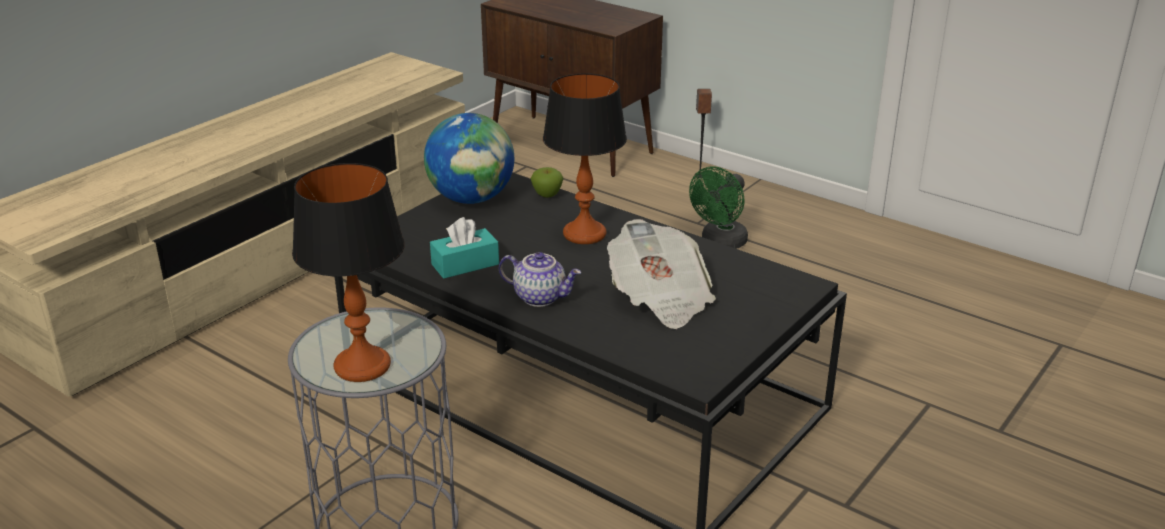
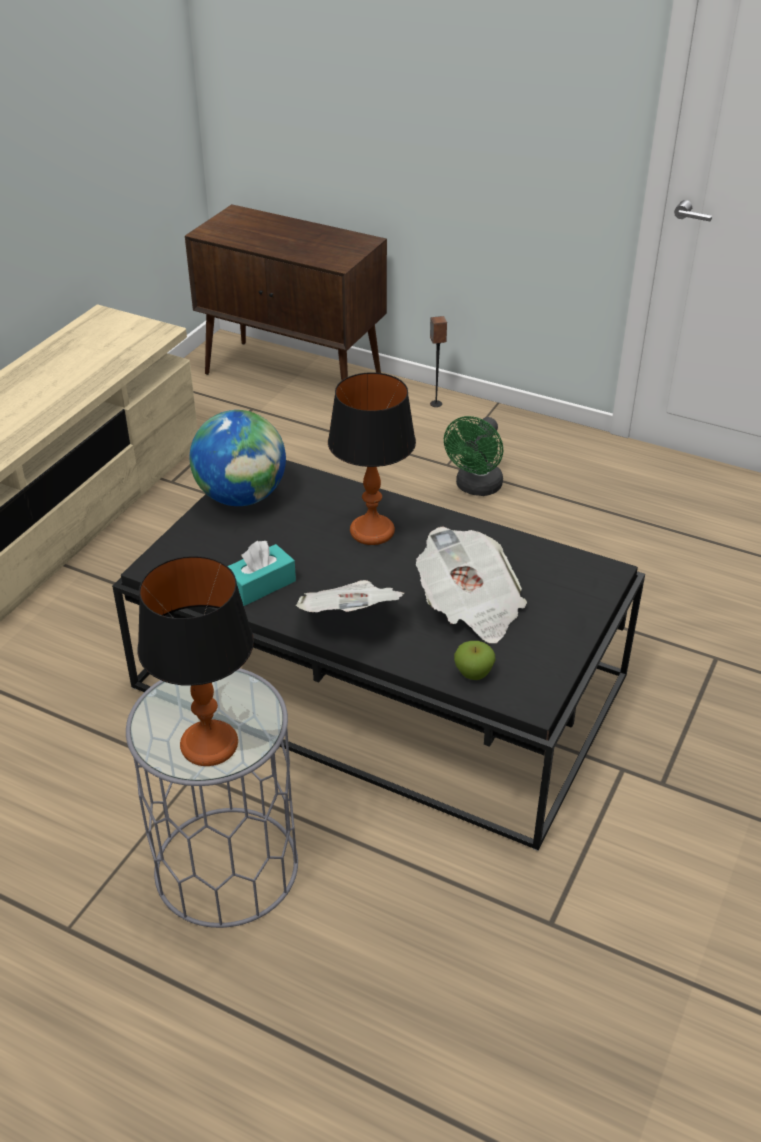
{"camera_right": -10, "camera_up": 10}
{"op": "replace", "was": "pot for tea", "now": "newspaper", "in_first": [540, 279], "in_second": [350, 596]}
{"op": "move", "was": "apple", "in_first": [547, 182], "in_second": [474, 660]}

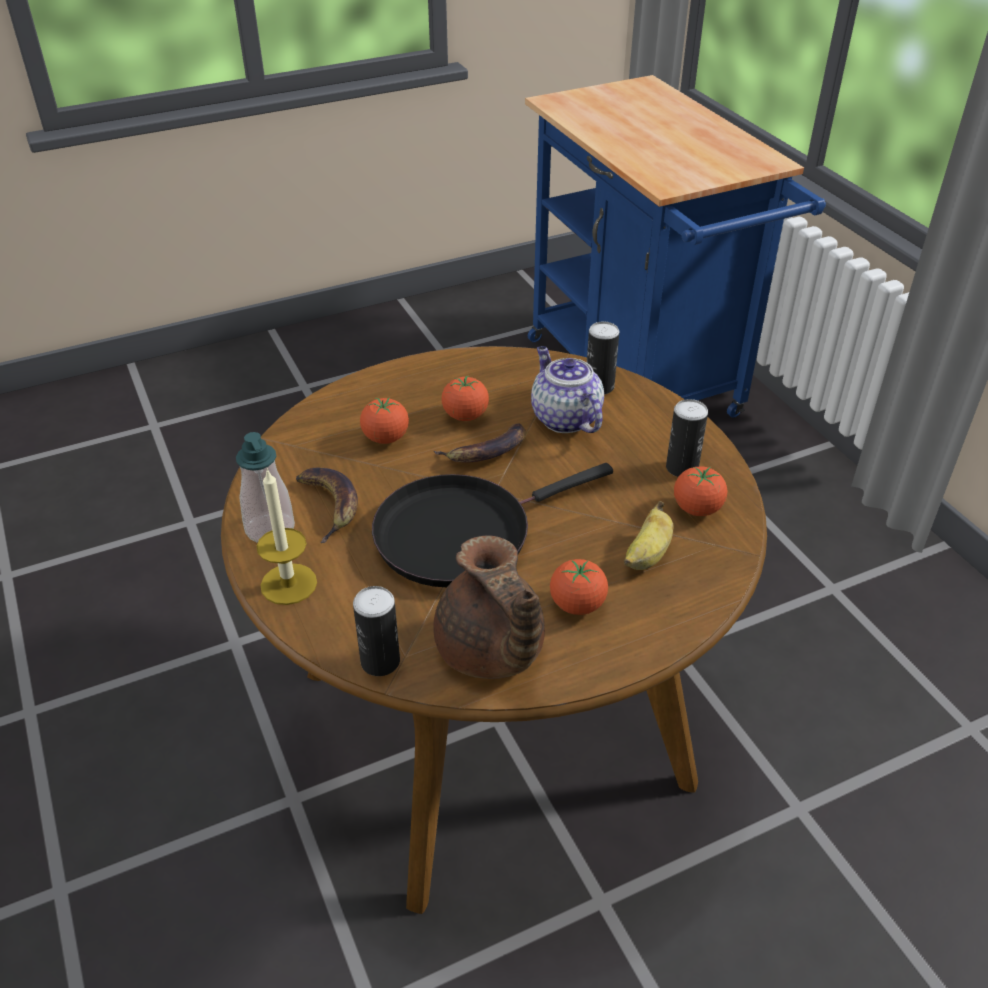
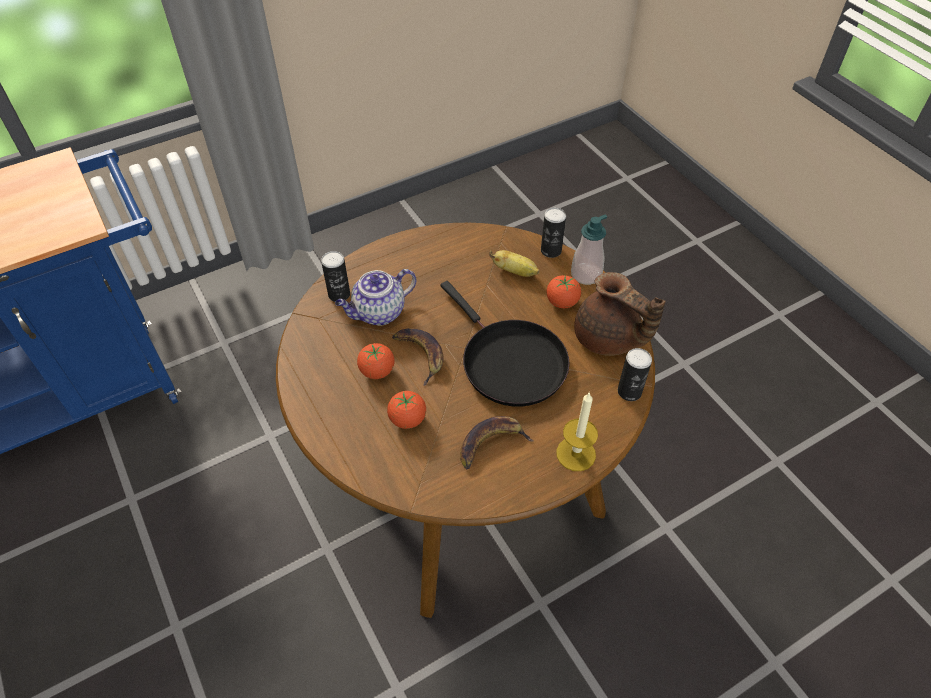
{"camera_right": -95, "camera_up": 10}
{"op": "move", "was": "metal can", "in_first": [687, 438], "in_second": [553, 233]}
{"op": "move", "was": "soap bottle", "in_first": [265, 487], "in_second": [589, 250]}
{"op": "rotate", "was": "brown pot for tea", "in_first": [489, 607], "in_second": [620, 314], "clockwise": 75}
{"op": "delete", "was": "tomato", "in_first": [700, 491]}

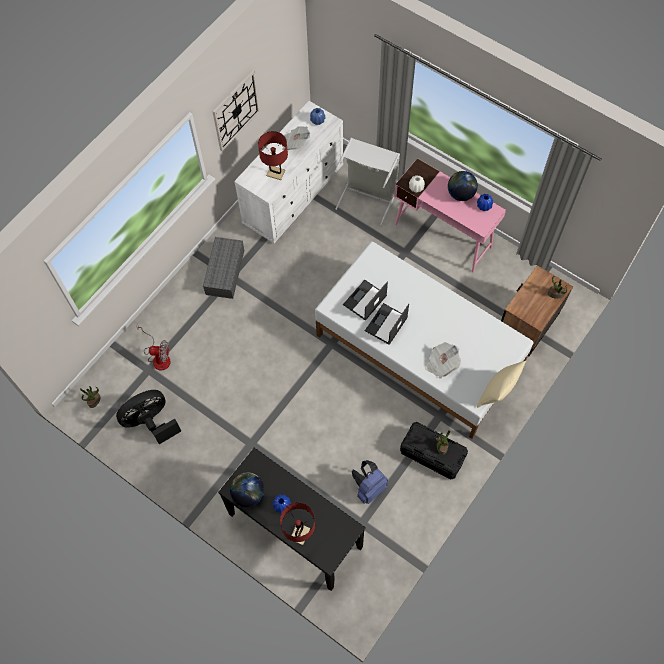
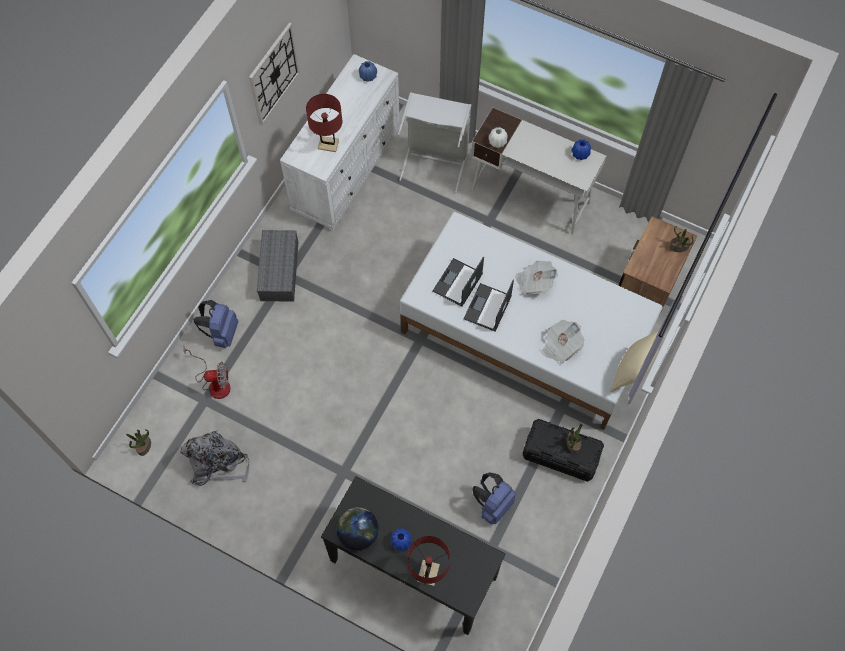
{"camera_right": -10, "camera_up": 0}
{"op": "replace", "was": "black-coloured fan", "now": "gray backpack", "in_first": [148, 417], "in_second": [214, 458]}
{"op": "insert", "now": "blue backpack", "in_second": [216, 324]}
{"op": "recolor", "was": "pink-coloured desk table", "now": "white-coloured desk table", "in_first": [450, 215], "in_second": [538, 171]}
{"op": "move", "was": "newspaper", "in_first": [296, 138], "in_second": [536, 277]}
{"op": "delete", "was": "globe", "in_first": [463, 186]}

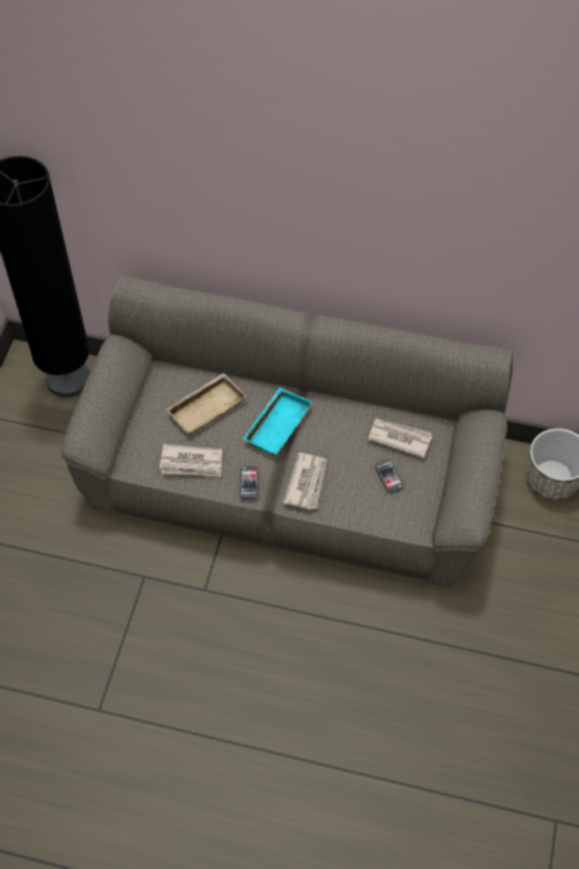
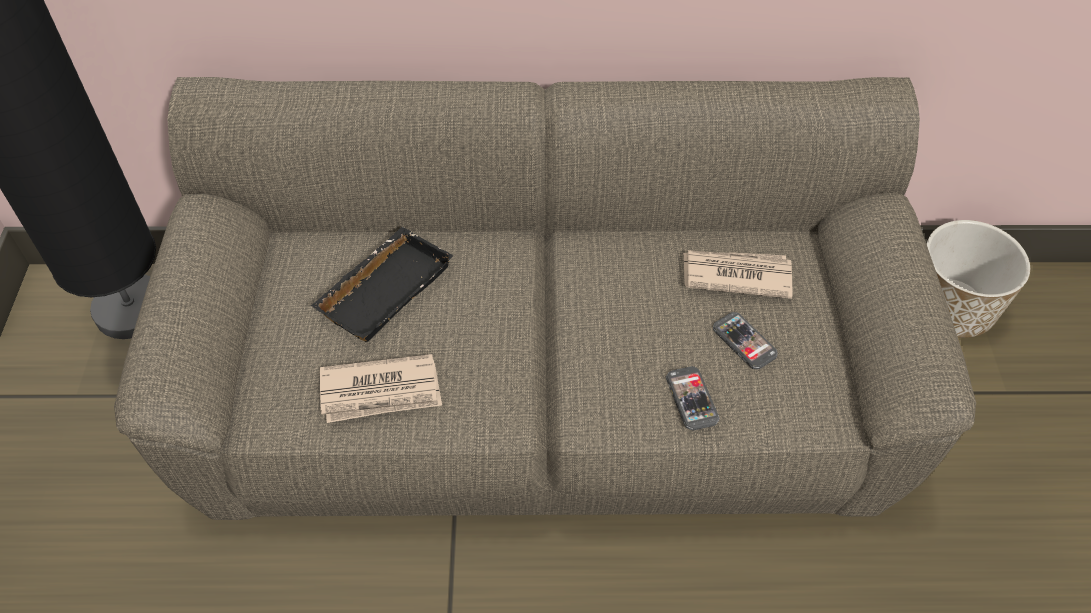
{"camera_right": -15, "camera_up": -5}
{"op": "recolor", "was": "beige tray", "now": "black-coloured tray", "in_first": [206, 404], "in_second": [382, 284]}
{"op": "move", "was": "telephone", "in_first": [249, 482], "in_second": [693, 398]}
{"op": "delete", "was": "turquoise tray", "in_first": [277, 421]}
{"op": "delete", "was": "newspaper", "in_first": [305, 481]}

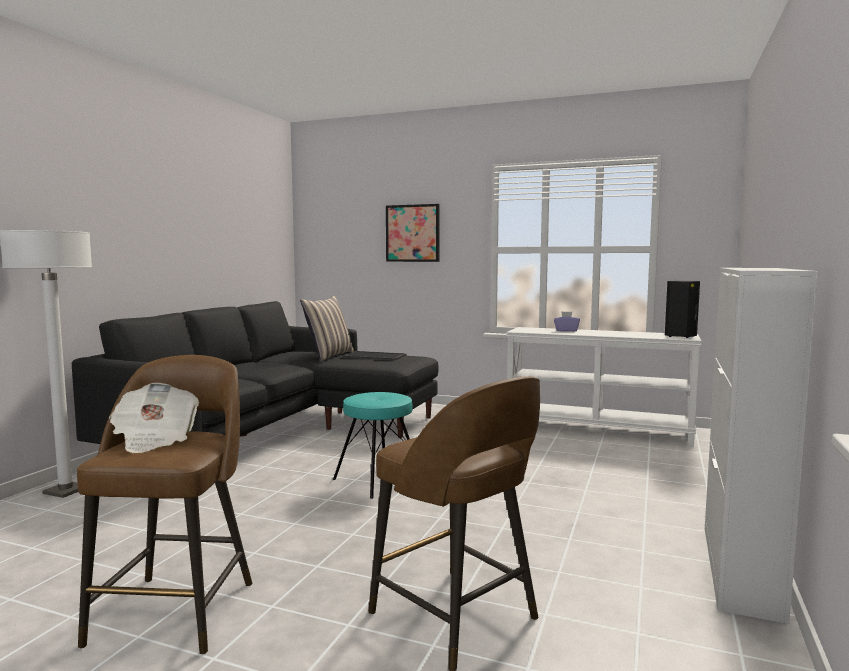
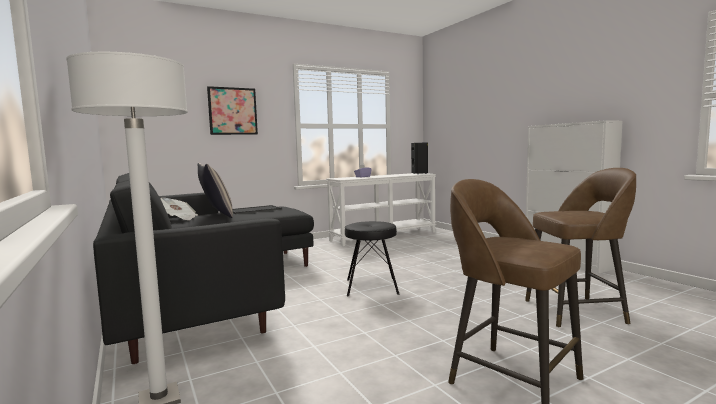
{"camera_right": -50, "camera_up": 0}
{"op": "move", "was": "newspaper", "in_first": [154, 418], "in_second": [179, 209]}
{"op": "recolor", "was": "turquoise sitting stool", "now": "black-coloured sitting stool", "in_first": [373, 445], "in_second": [372, 258]}

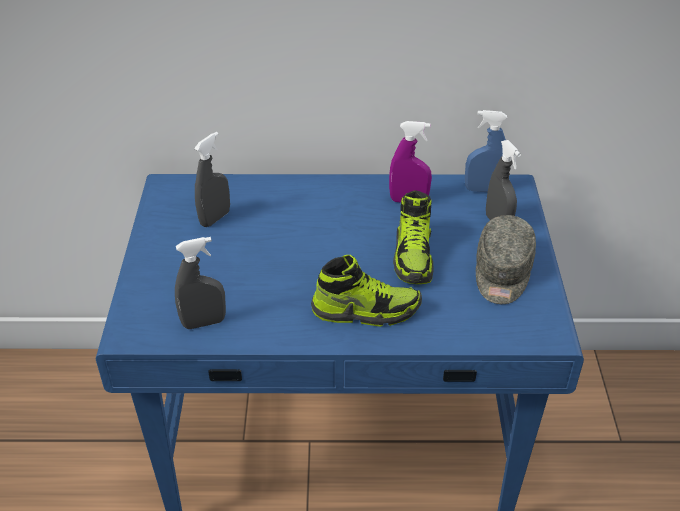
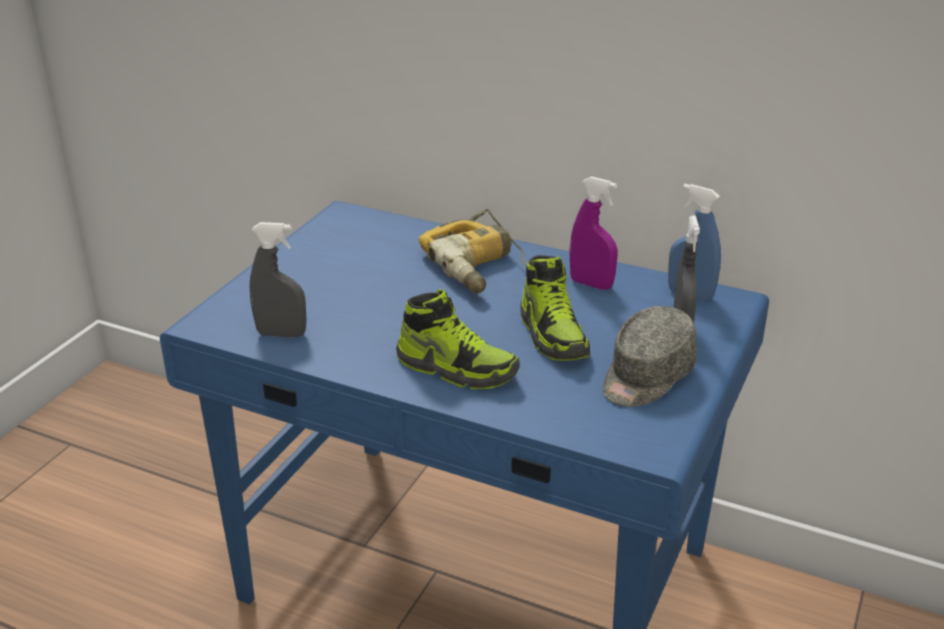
{"camera_right": 25, "camera_up": -10}
{"op": "insert", "now": "power drill", "in_second": [472, 251]}
{"op": "rotate", "was": "shoe", "in_first": [413, 237], "in_second": [555, 308], "clockwise": -45}
{"op": "delete", "was": "gray sprayer", "in_first": [212, 179]}

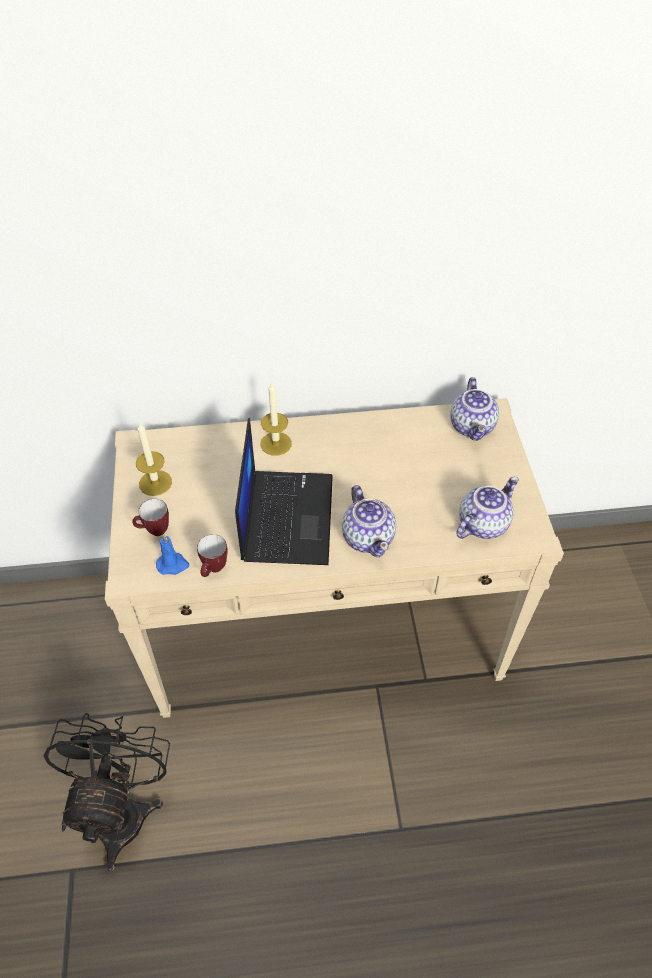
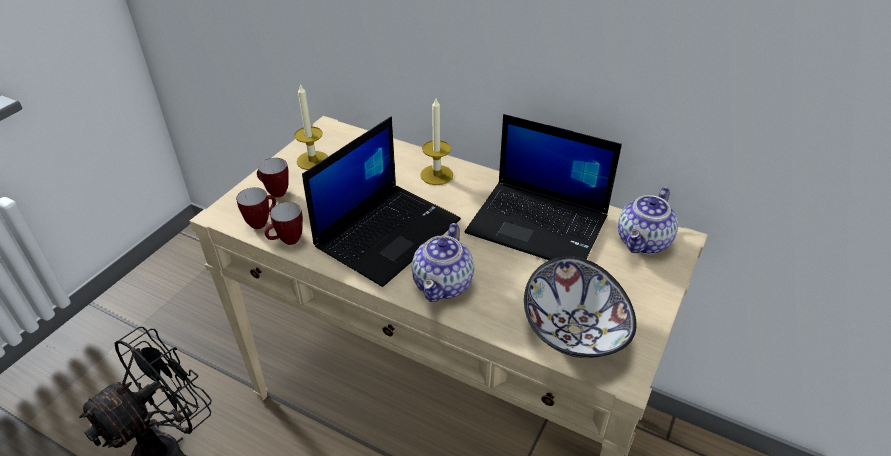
{"camera_right": 35, "camera_up": -10}
{"op": "replace", "was": "blue wax candle", "now": "mug", "in_first": [172, 554], "in_second": [256, 208]}
{"op": "insert", "now": "notebook computer", "in_second": [543, 187]}
{"op": "replace", "was": "pot for tea", "now": "serving bowl", "in_first": [487, 508], "in_second": [580, 307]}

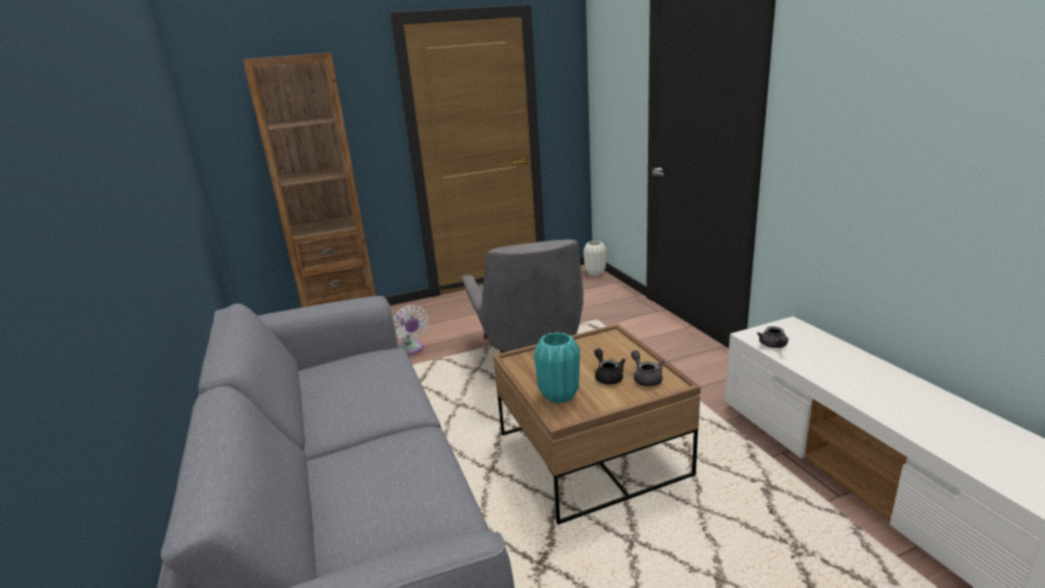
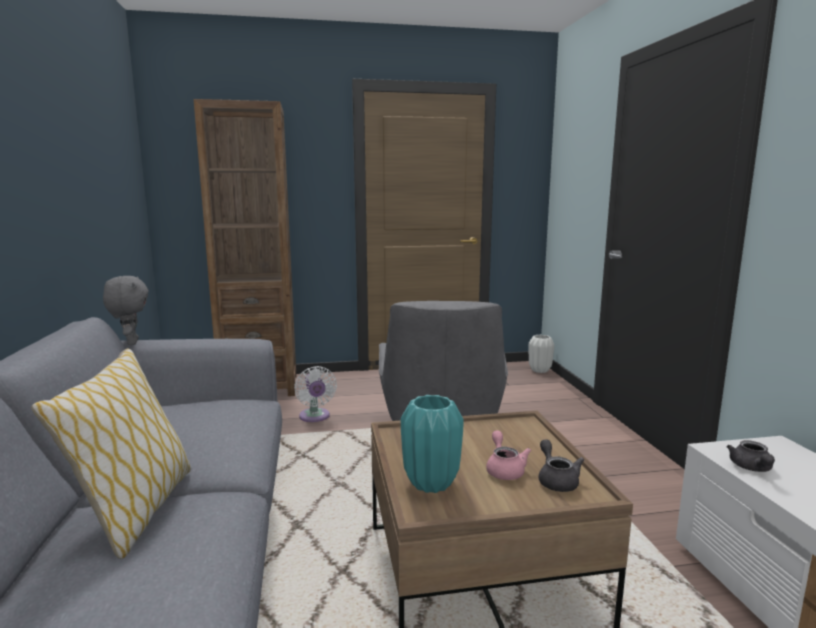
{"camera_right": 10, "camera_up": -10}
{"op": "insert", "now": "pillow", "in_second": [111, 454]}
{"op": "insert", "now": "gray cuddly toy", "in_second": [126, 310]}
{"op": "recolor", "was": "black-coloured pot for tea", "now": "pink-coloured pot for tea", "in_first": [609, 366], "in_second": [508, 455]}

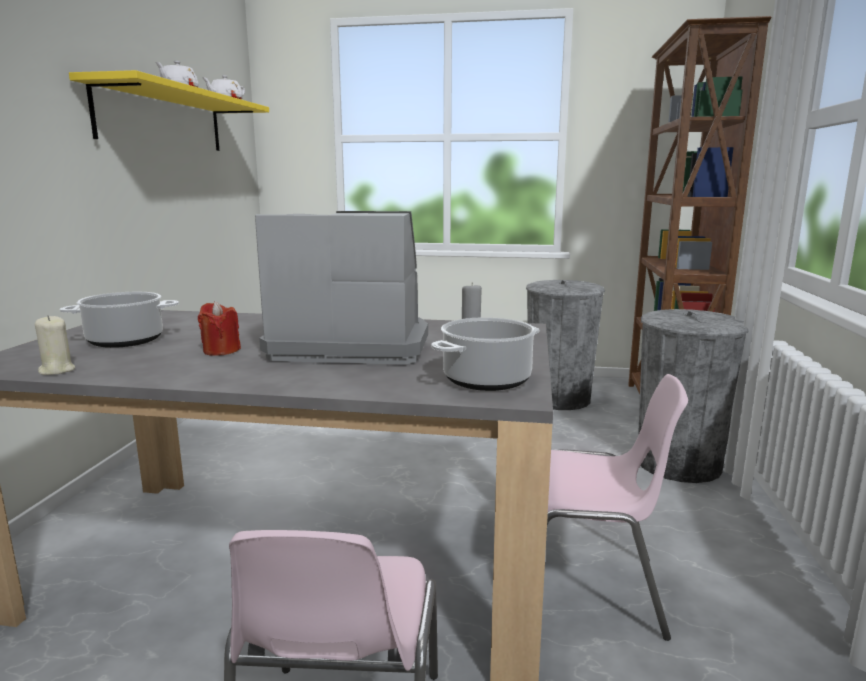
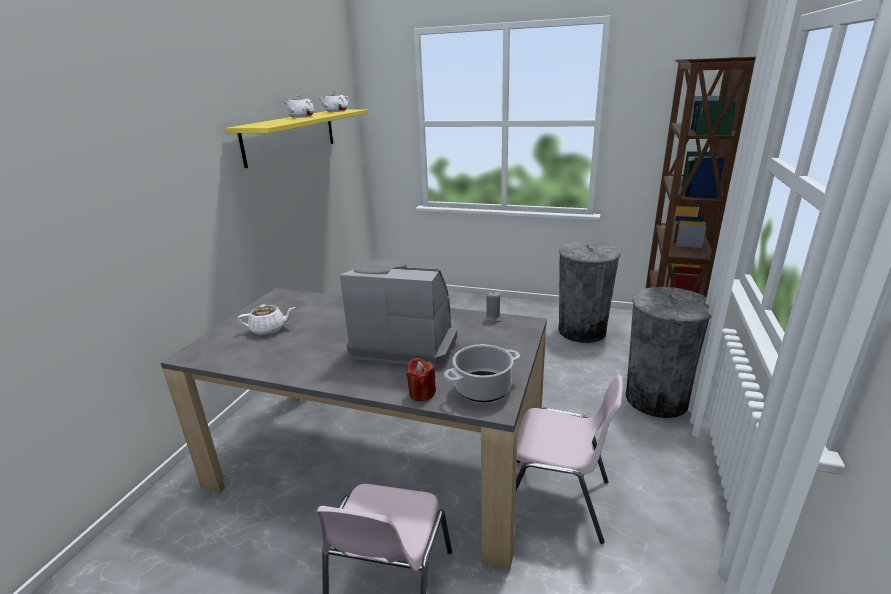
{"camera_right": 10, "camera_up": 10}
{"op": "replace", "was": "cooking pot", "now": "white-coloured pot for tea", "in_first": [119, 320], "in_second": [266, 319]}
{"op": "move", "was": "reddish wax candle", "in_first": [219, 328], "in_second": [421, 379]}
{"op": "delete", "was": "beige wax candle", "in_first": [55, 345]}

